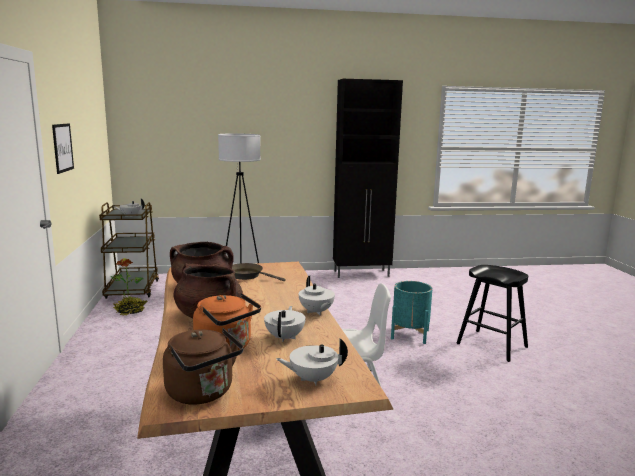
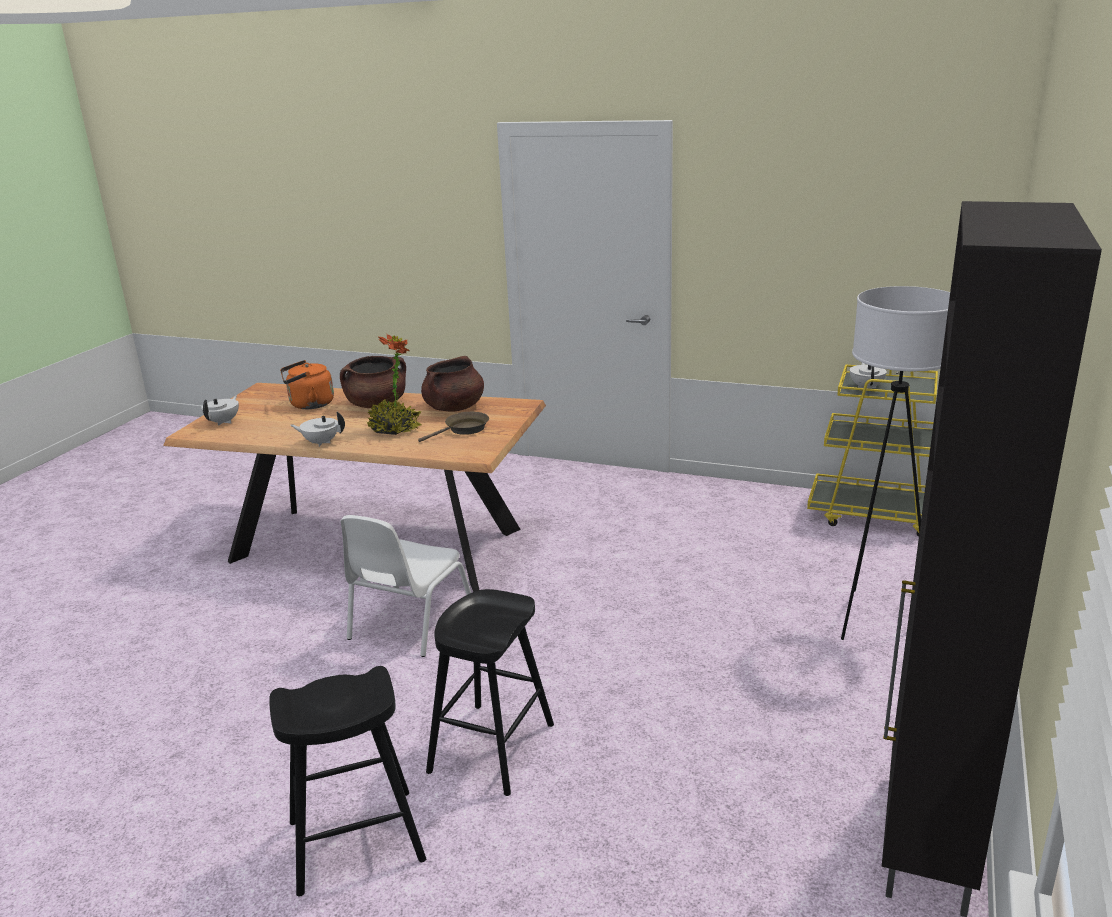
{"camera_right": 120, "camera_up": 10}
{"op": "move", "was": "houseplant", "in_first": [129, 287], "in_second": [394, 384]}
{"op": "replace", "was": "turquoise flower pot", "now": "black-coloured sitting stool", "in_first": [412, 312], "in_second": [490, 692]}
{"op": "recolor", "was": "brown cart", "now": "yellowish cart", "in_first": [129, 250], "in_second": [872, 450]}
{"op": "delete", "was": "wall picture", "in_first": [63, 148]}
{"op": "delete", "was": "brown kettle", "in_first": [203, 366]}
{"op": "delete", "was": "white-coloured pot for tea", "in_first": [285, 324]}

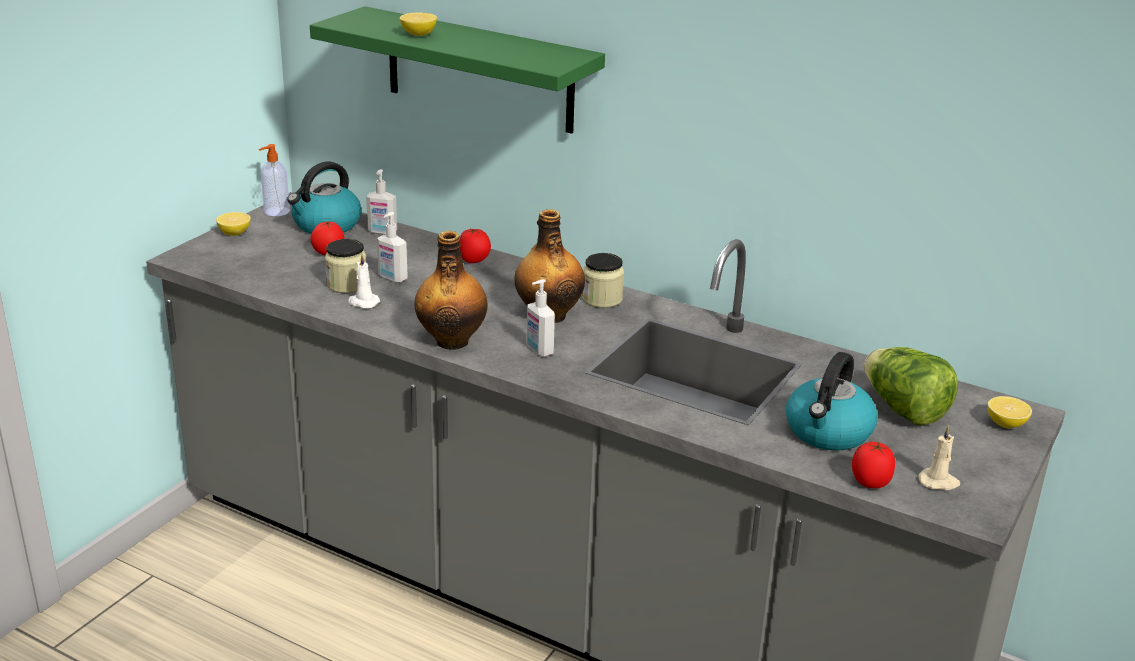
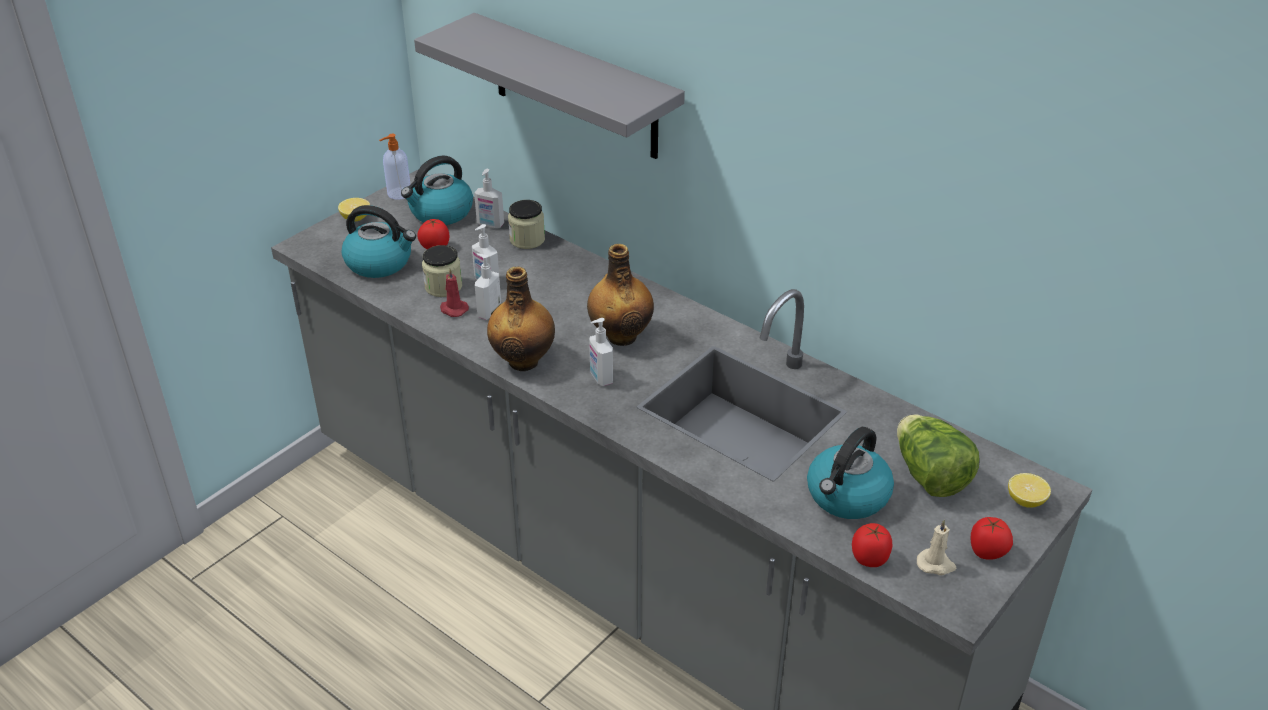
{"camera_right": 10, "camera_up": 10}
{"op": "insert", "now": "kettle", "in_second": [379, 241]}
{"op": "recolor", "was": "green-coloured bracket shelf", "now": "gray bracket shelf", "in_first": [457, 70], "in_second": [549, 86]}
{"op": "recolor", "was": "white-coloured wax candle", "now": "reddish wax candle", "in_first": [364, 281], "in_second": [454, 293]}
{"op": "insert", "now": "soap bottle", "in_second": [488, 286]}
{"op": "move", "was": "storage jar", "in_first": [603, 280], "in_second": [526, 224]}
{"op": "move", "was": "tomato", "in_first": [475, 245], "in_second": [992, 538]}
{"op": "delete", "was": "citrus fruit", "in_first": [418, 24]}

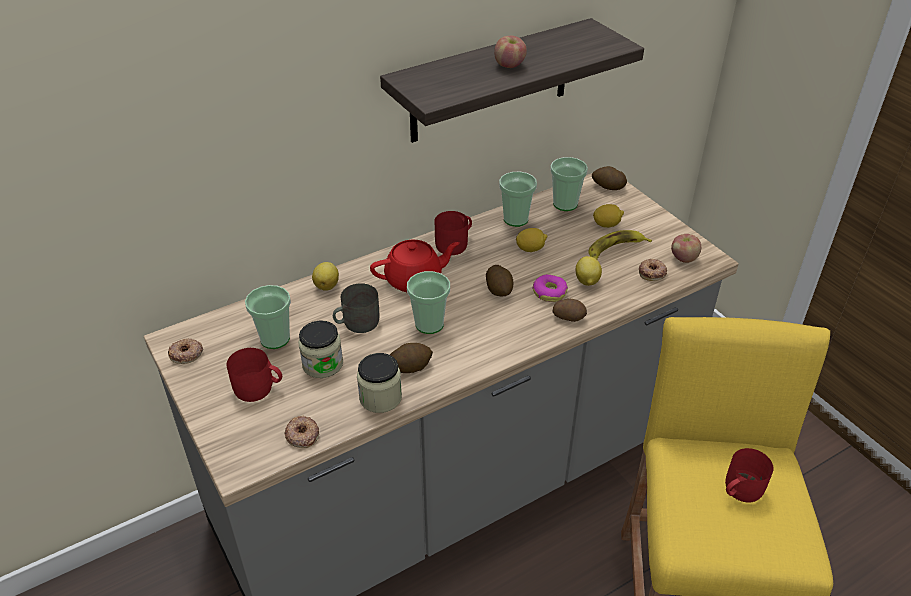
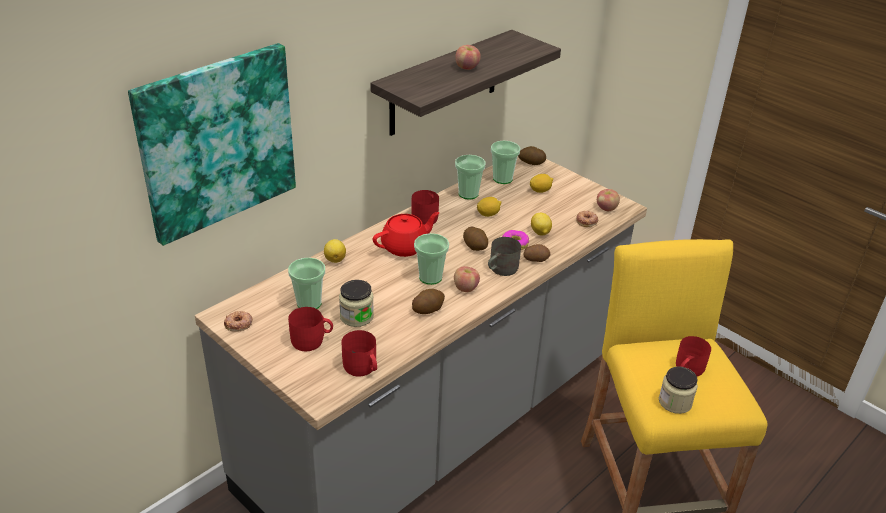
{"camera_right": -15, "camera_up": -5}
{"op": "insert", "now": "wall picture", "in_second": [212, 144]}
{"op": "replace", "was": "ring doughnut", "now": "reddish mug", "in_first": [301, 432], "in_second": [359, 353]}
{"op": "insert", "now": "apple", "in_second": [467, 279]}
{"op": "move", "was": "gray mug", "in_first": [356, 308], "in_second": [504, 256]}
{"op": "move", "was": "storage jar", "in_first": [379, 383], "in_second": [678, 390]}
{"op": "delete", "was": "banana", "in_first": [620, 244]}

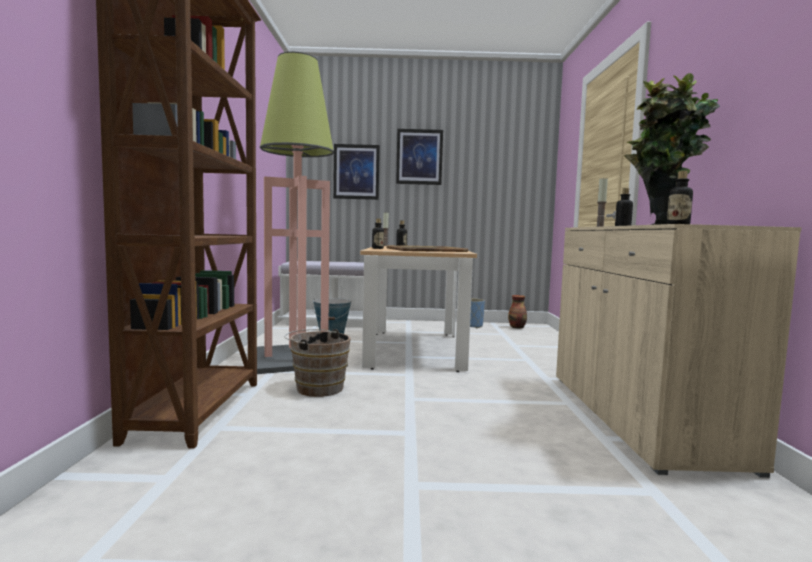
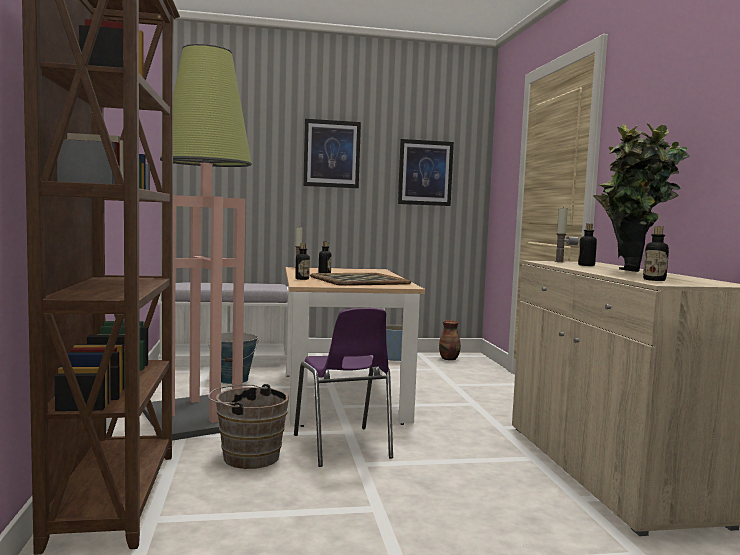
{"camera_right": -10, "camera_up": 0}
{"op": "insert", "now": "purple upright chair", "in_second": [343, 387]}
{"op": "move", "was": "wall picture", "in_first": [356, 172], "in_second": [426, 172]}

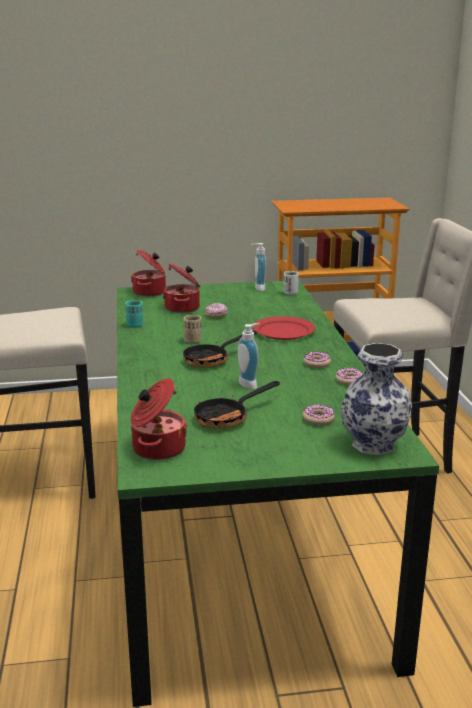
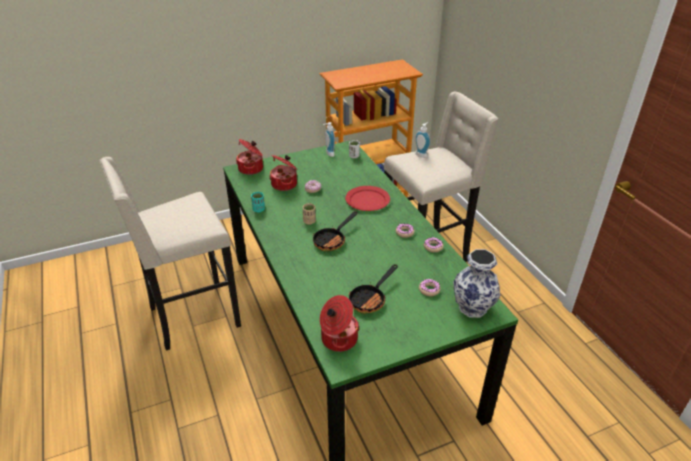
{"camera_right": -15, "camera_up": 15}
{"op": "move", "was": "soap bottle", "in_first": [249, 356], "in_second": [422, 140]}

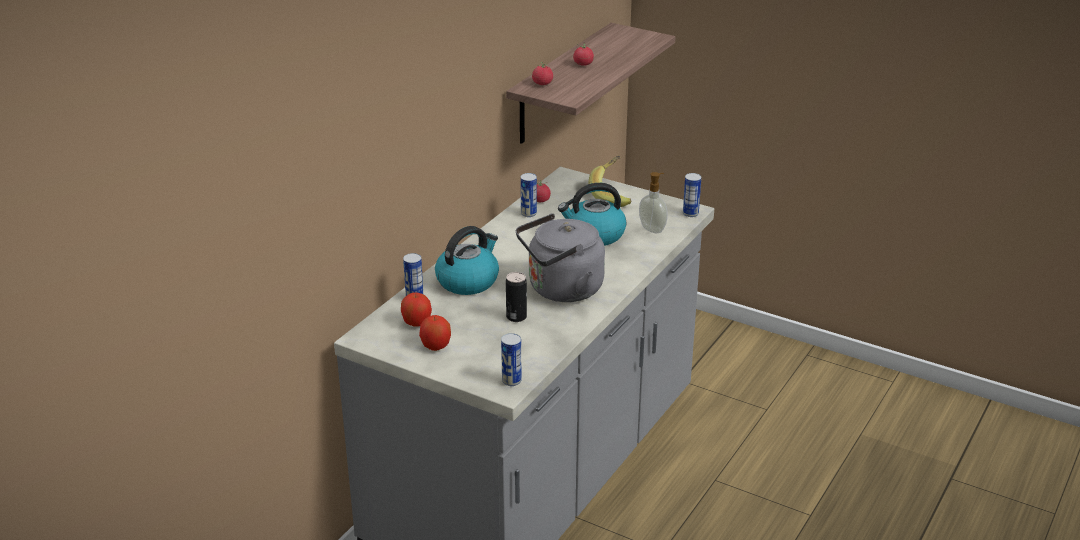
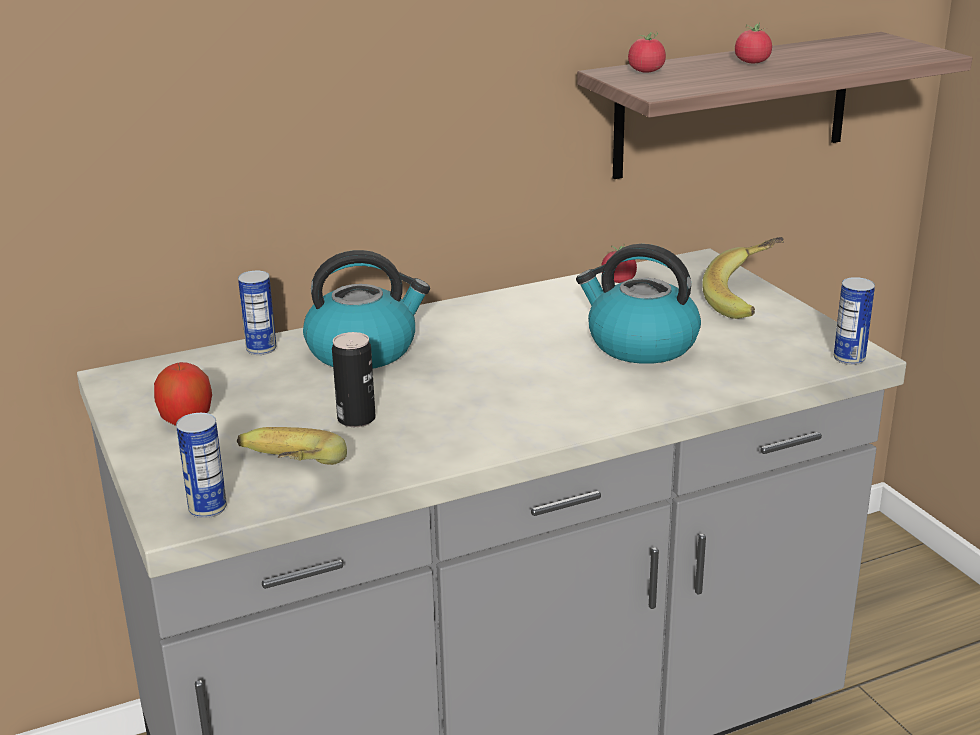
{"camera_right": 35, "camera_up": -5}
{"op": "insert", "now": "banana", "in_second": [292, 446]}
{"op": "delete", "was": "apple", "in_first": [416, 309]}
{"op": "delete", "was": "gray kettle", "in_first": [560, 257]}
{"op": "delete", "was": "metal can", "in_first": [529, 195]}
{"op": "delete", "was": "soap bottle", "in_first": [653, 203]}

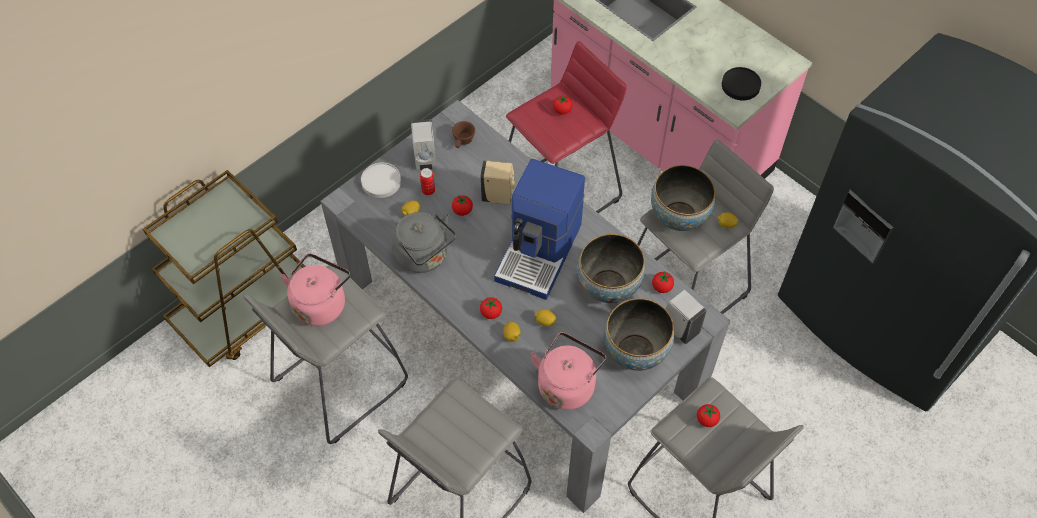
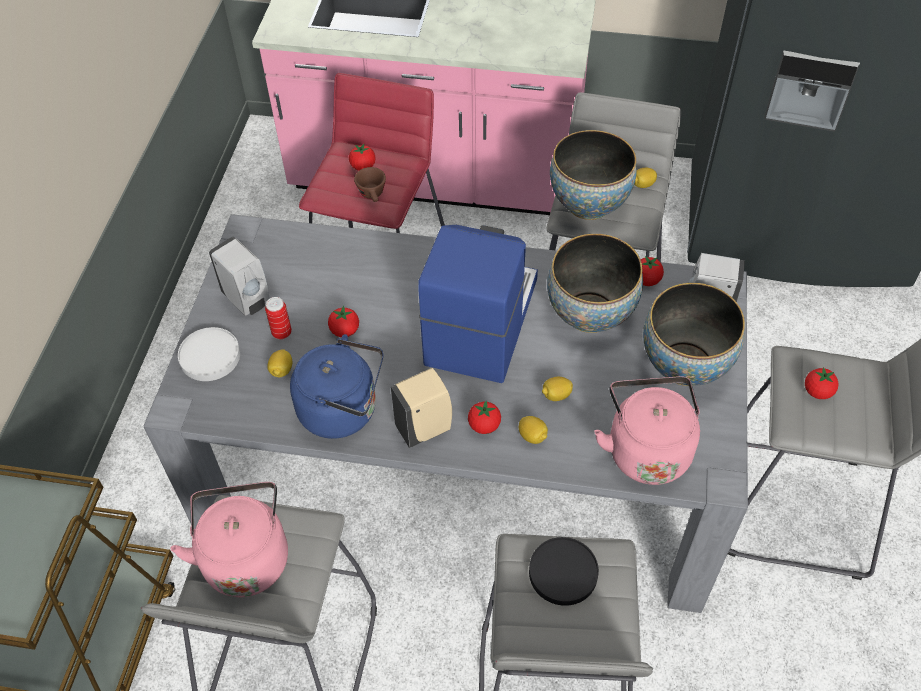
{"camera_right": -35, "camera_up": -5}
{"op": "recolor", "was": "gray kettle", "now": "blue kettle", "in_first": [424, 242], "in_second": [337, 386]}
{"op": "move", "was": "brown small cup", "in_first": [463, 134], "in_second": [370, 184]}
{"op": "move", "was": "beige soap bottle", "in_first": [497, 183], "in_second": [421, 408]}
{"op": "rotate", "was": "coffee machine", "in_first": [539, 229], "in_second": [478, 304], "clockwise": -150}
{"op": "move", "was": "black-coloured flat dish", "in_first": [741, 83], "in_second": [564, 571]}

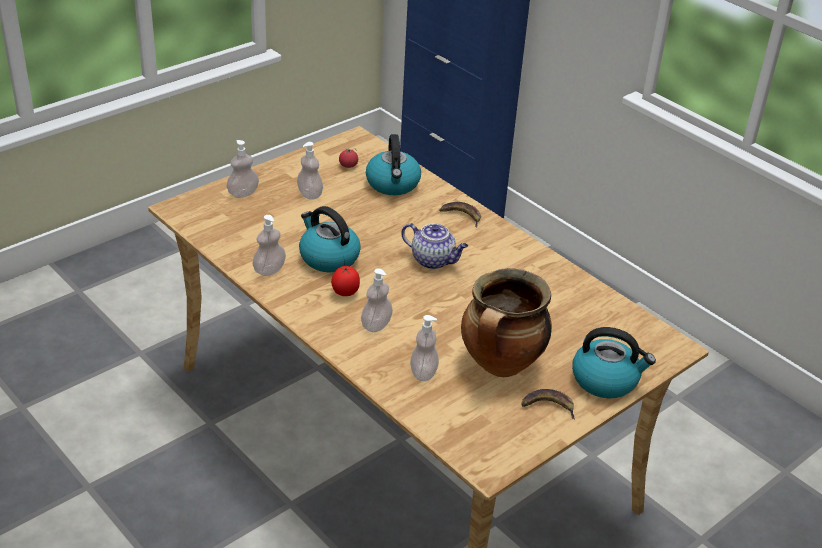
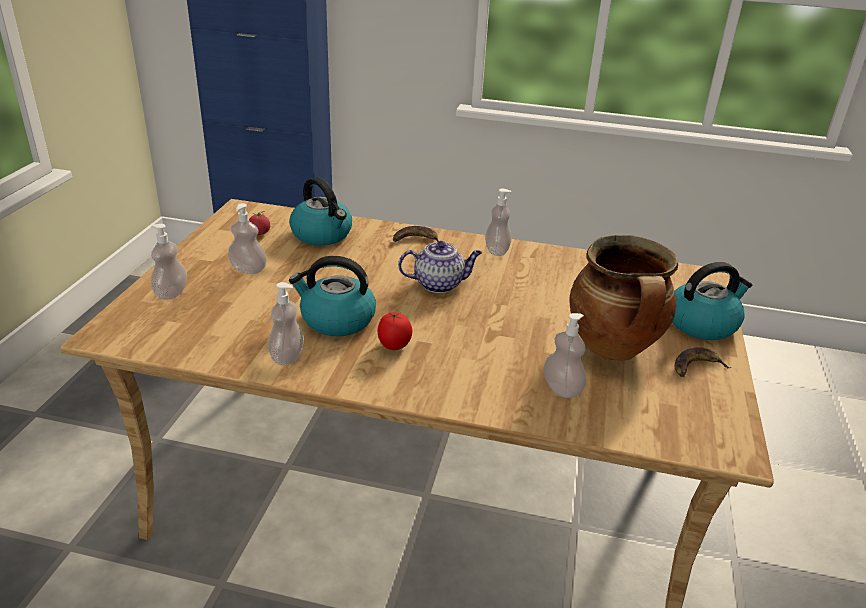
{"camera_right": -35, "camera_up": -5}
{"op": "move", "was": "soap bottle", "in_first": [377, 300], "in_second": [498, 222]}

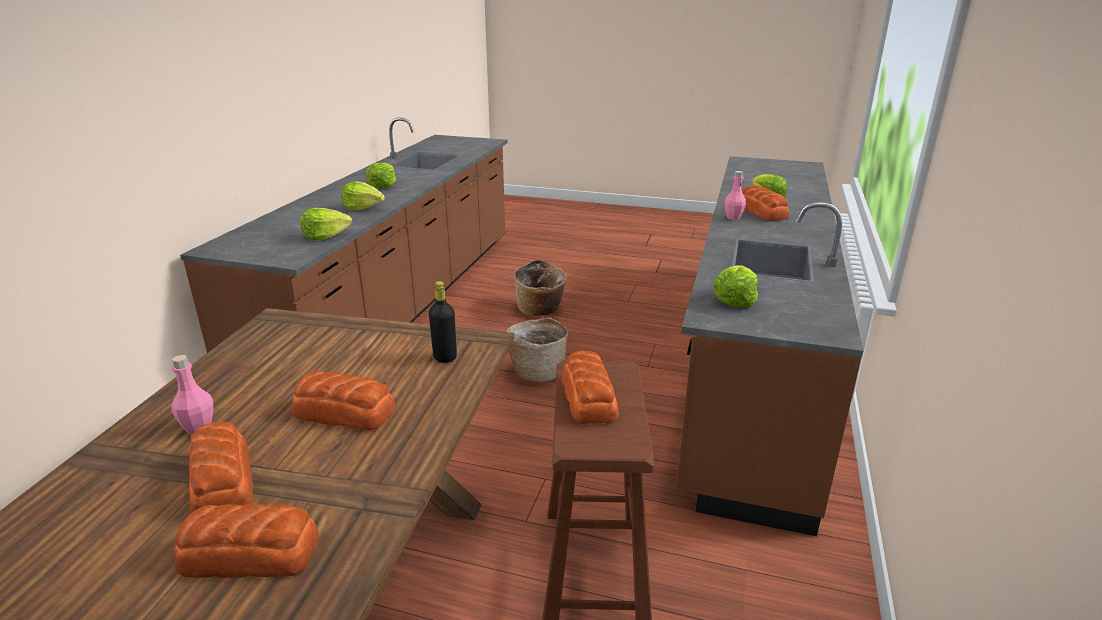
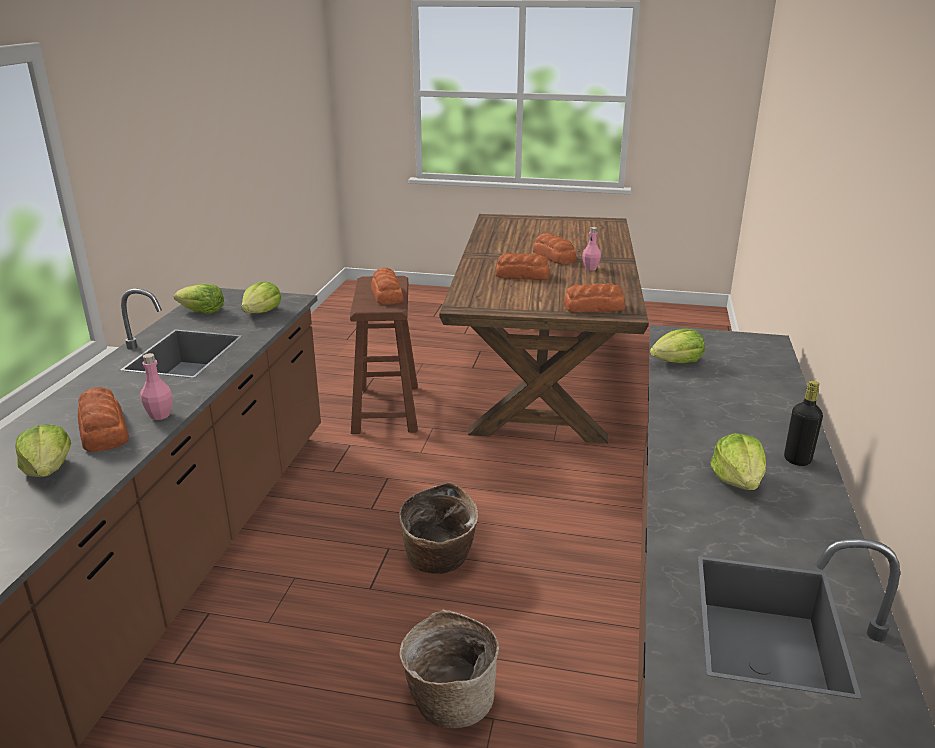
{"camera_right": 175, "camera_up": 0}
{"op": "move", "was": "lettuce", "in_first": [363, 195], "in_second": [199, 299]}
{"op": "move", "was": "bread", "in_first": [246, 541], "in_second": [594, 298]}
{"op": "move", "was": "black-coloured beverage bottle", "in_first": [443, 322], "in_second": [803, 423]}

